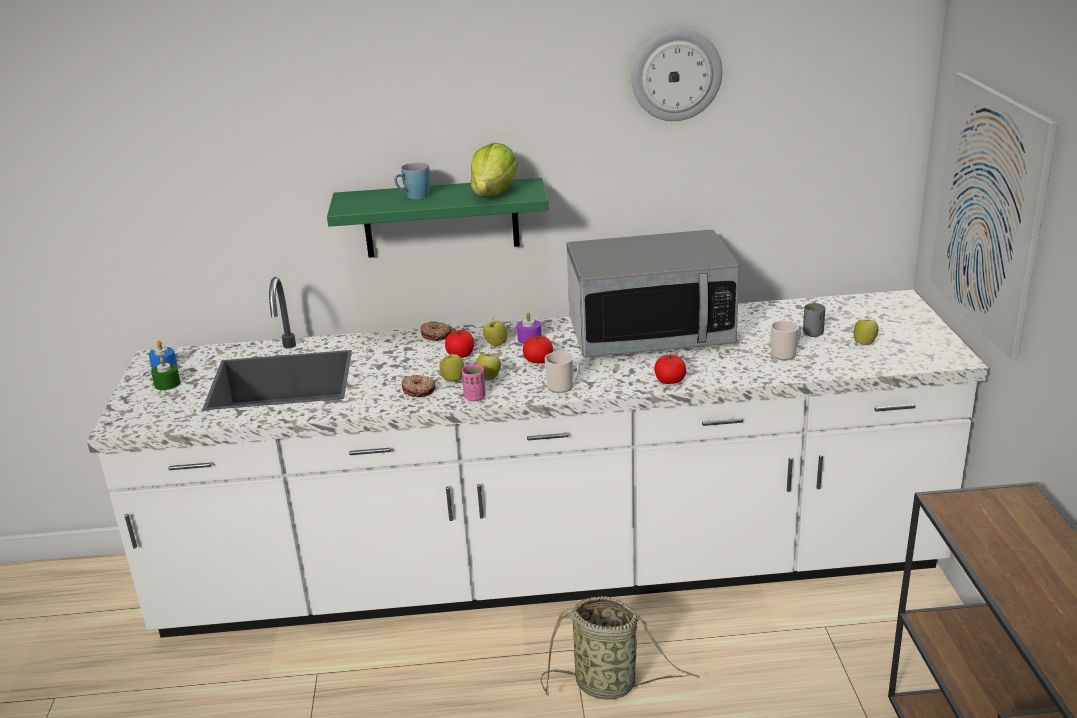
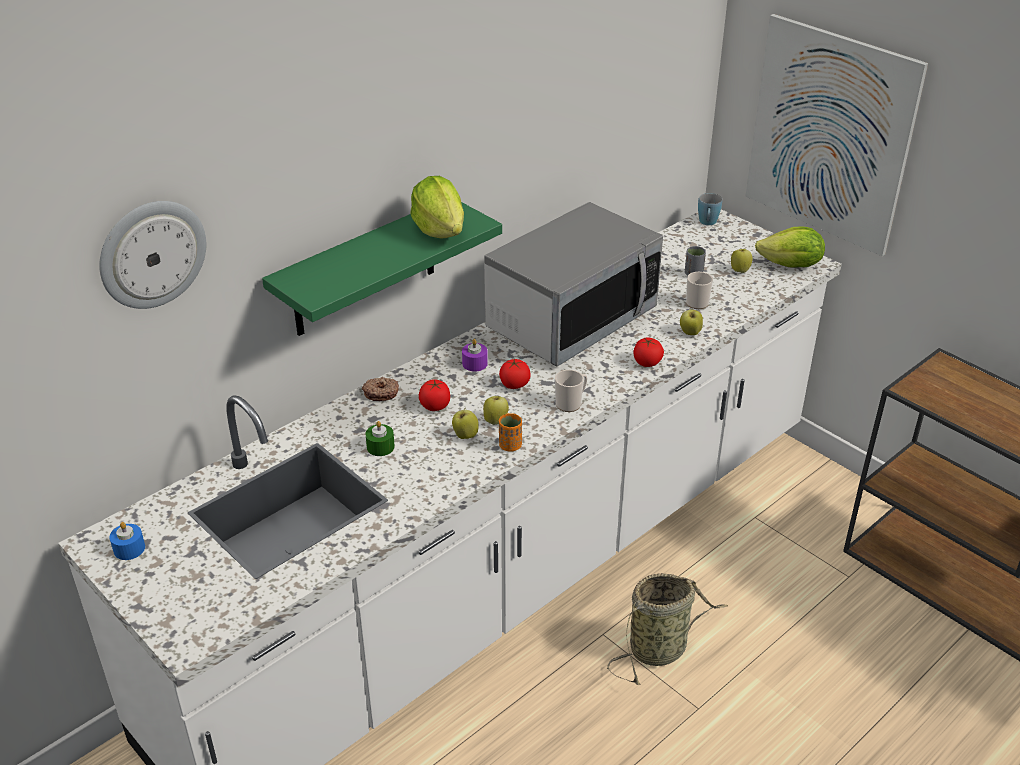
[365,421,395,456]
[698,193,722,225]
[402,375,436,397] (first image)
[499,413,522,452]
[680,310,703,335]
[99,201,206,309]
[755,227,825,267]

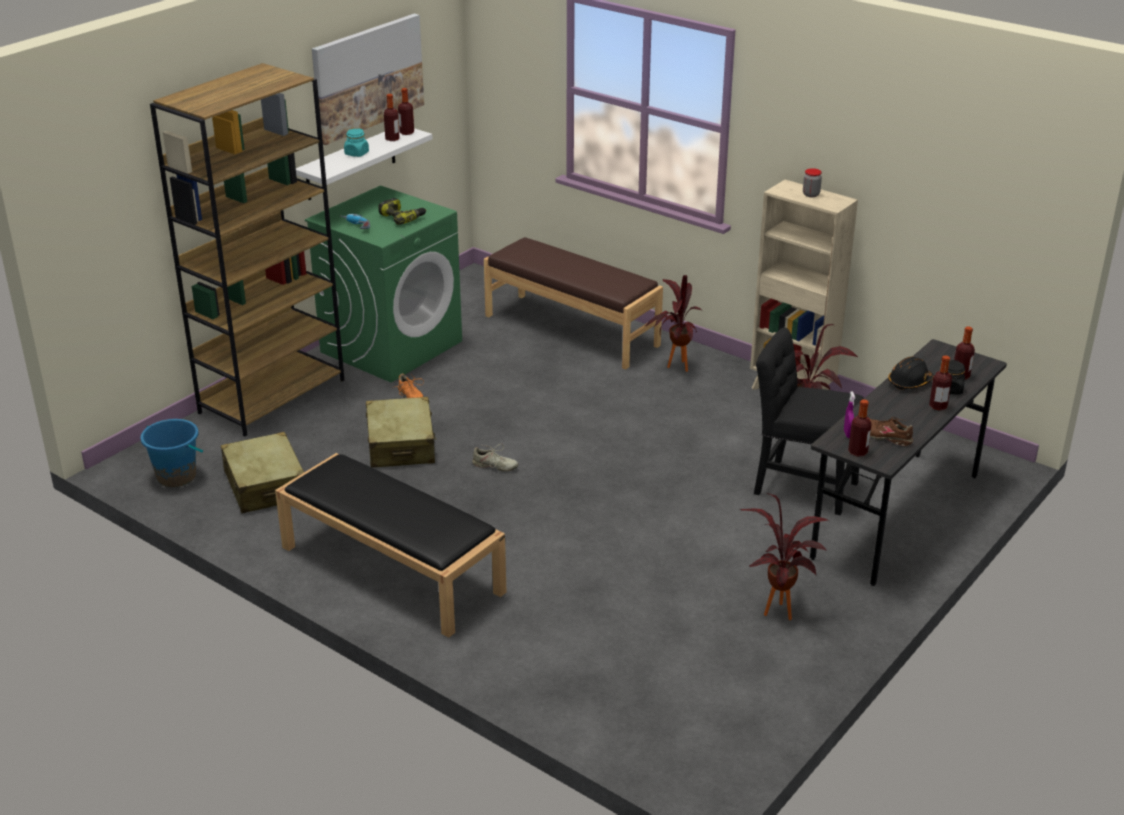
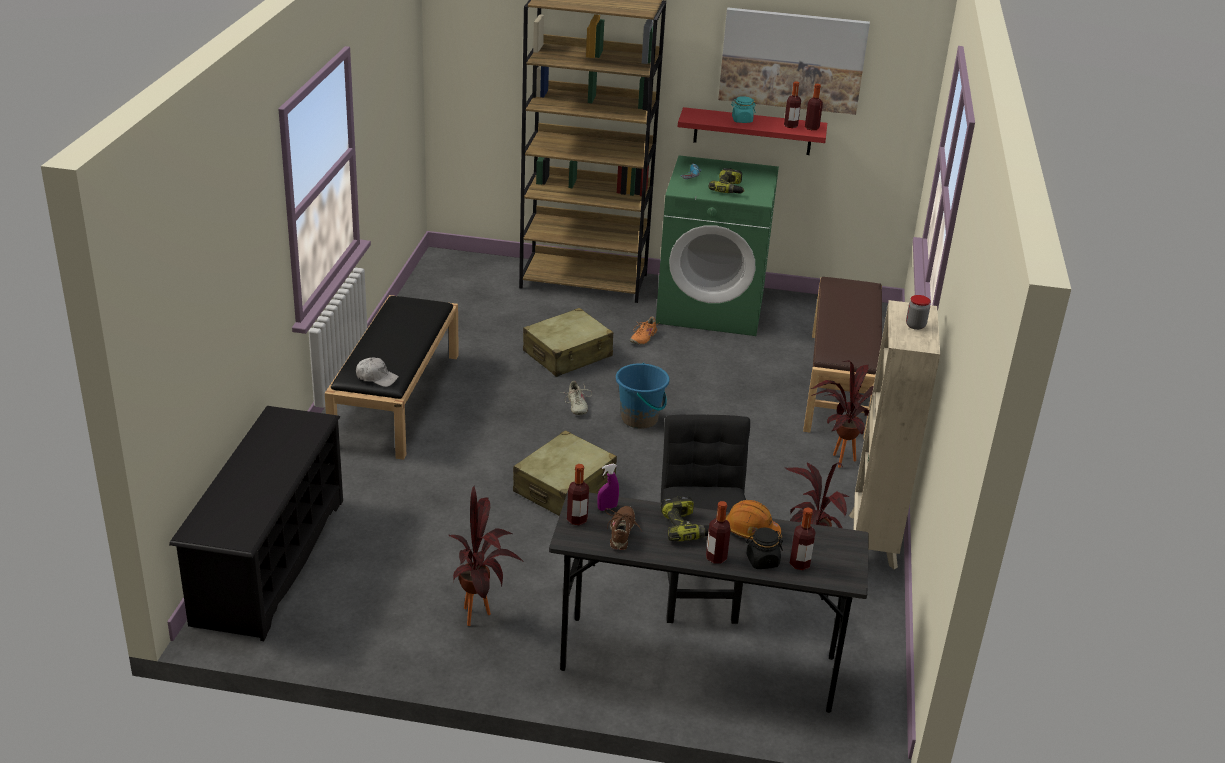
[616,363,670,429]
[513,430,617,516]
[678,107,827,155]
[726,500,781,540]
[169,406,343,641]
[356,357,399,387]
[661,496,709,541]

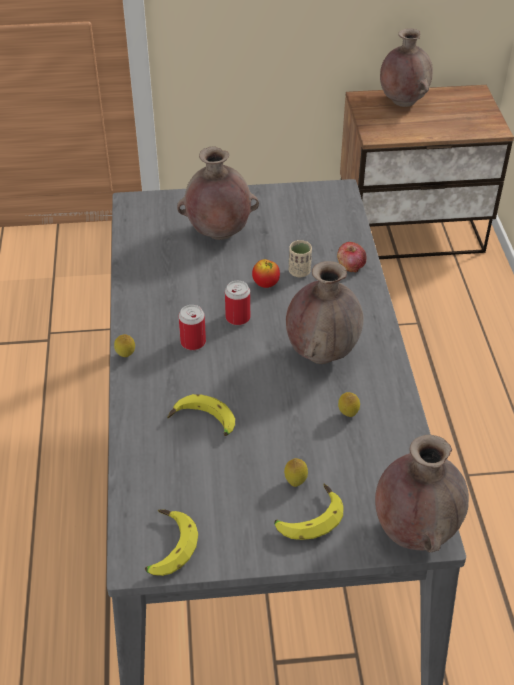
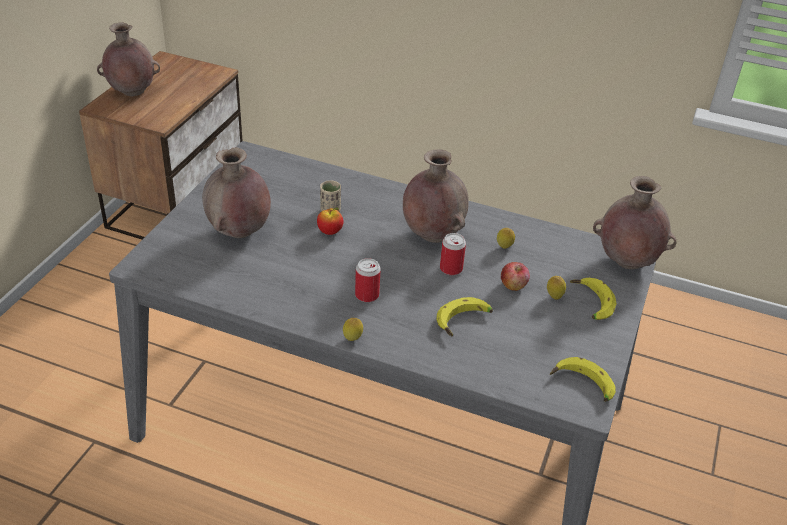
[440,233,466,275]
[501,262,530,291]

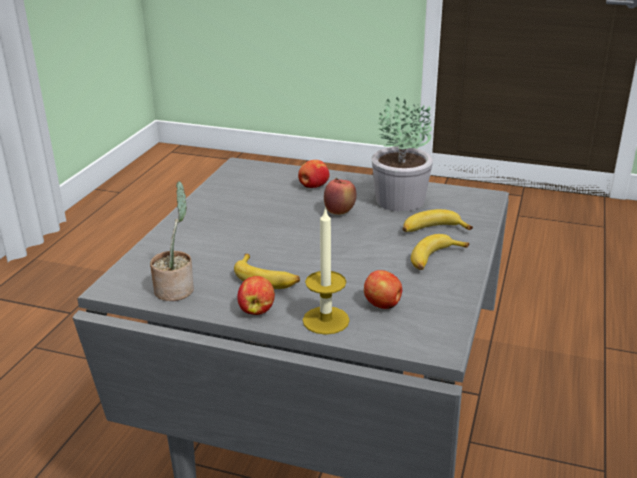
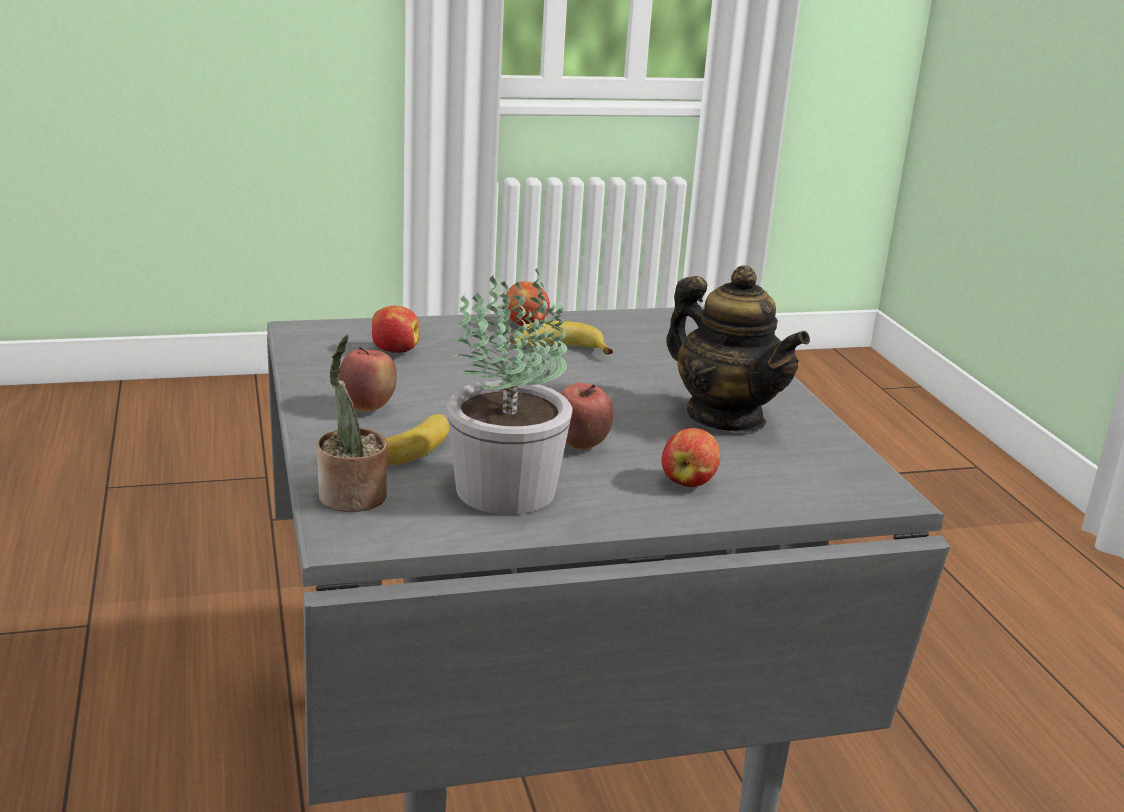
[317,334,387,512]
[303,207,350,335] (first image)
[338,346,397,411]
[666,265,810,432]

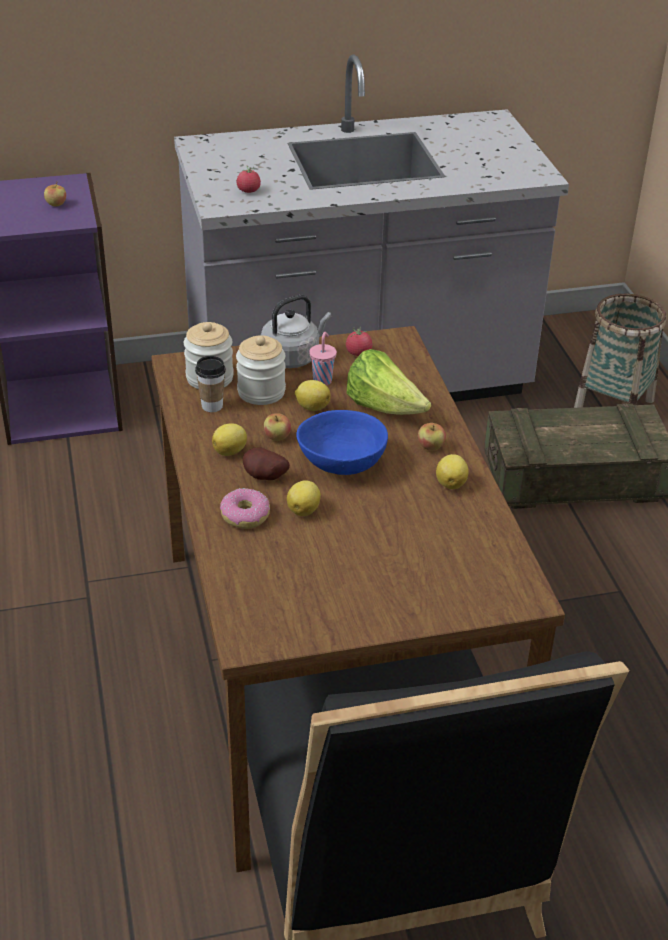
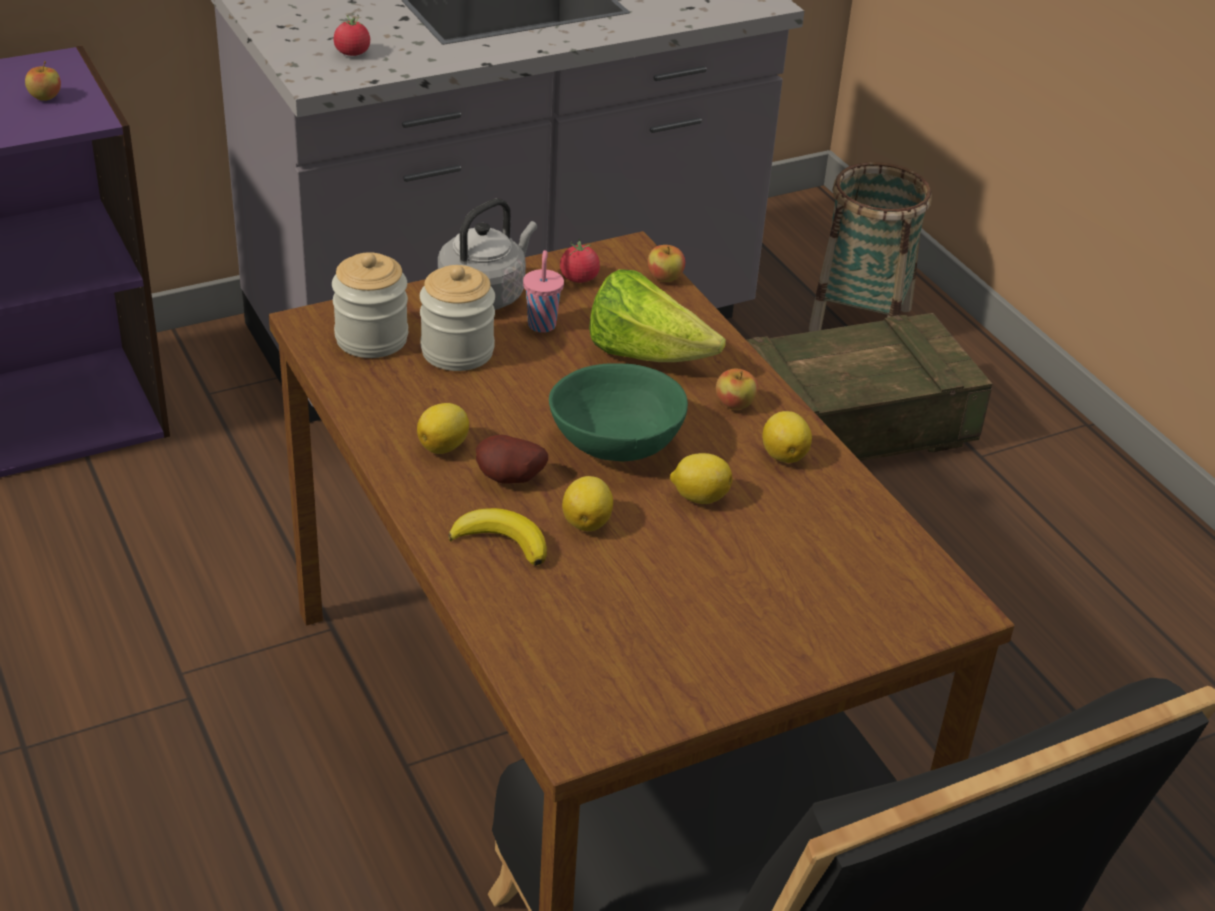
[195,356,226,412] (first image)
[448,508,547,566]
[648,245,685,282]
[670,453,732,504]
[549,363,688,461]

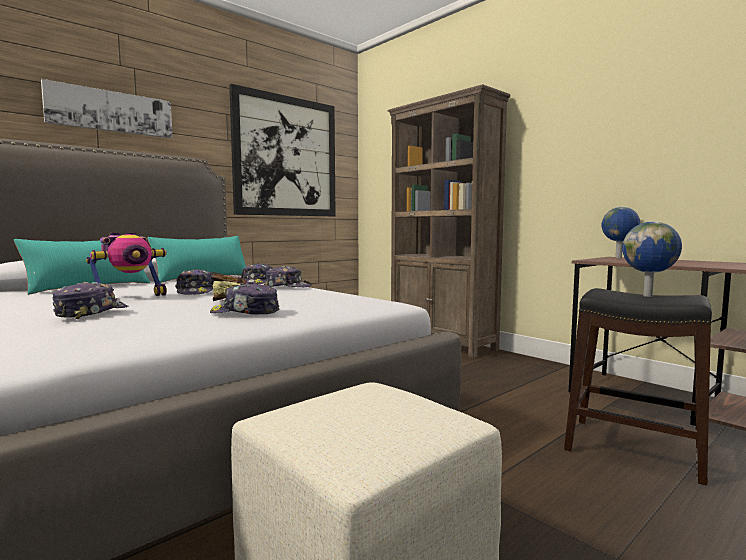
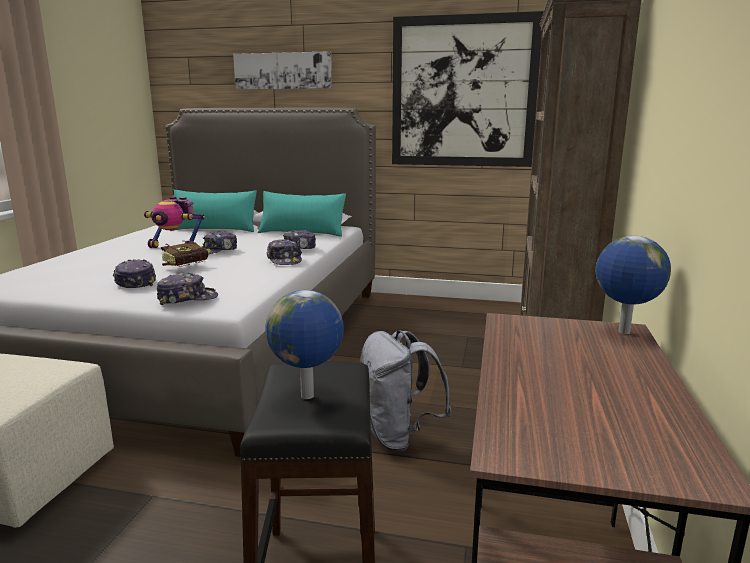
[157,273,218,305]
[360,330,452,451]

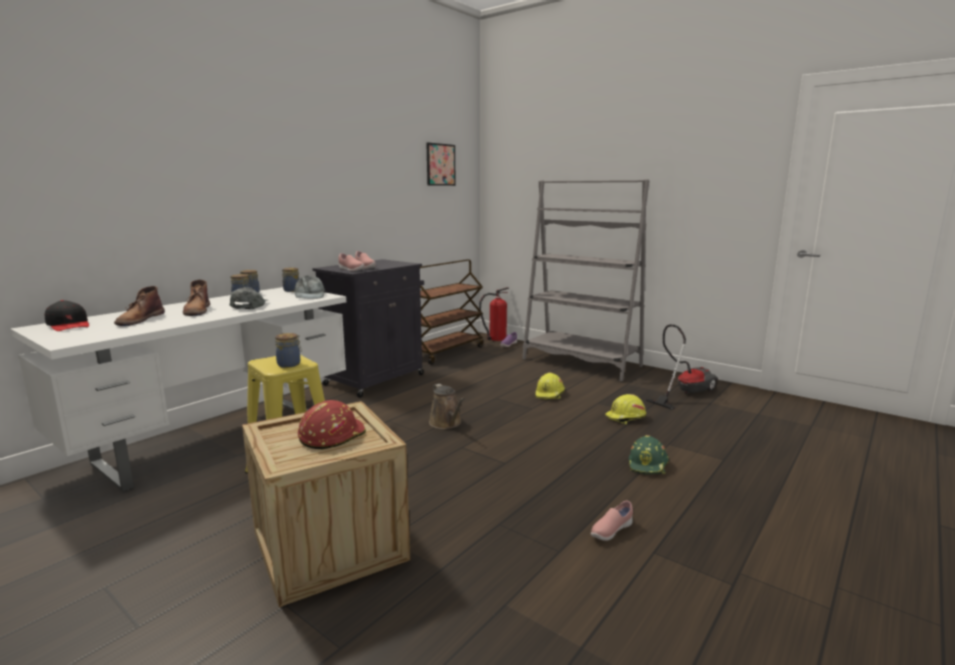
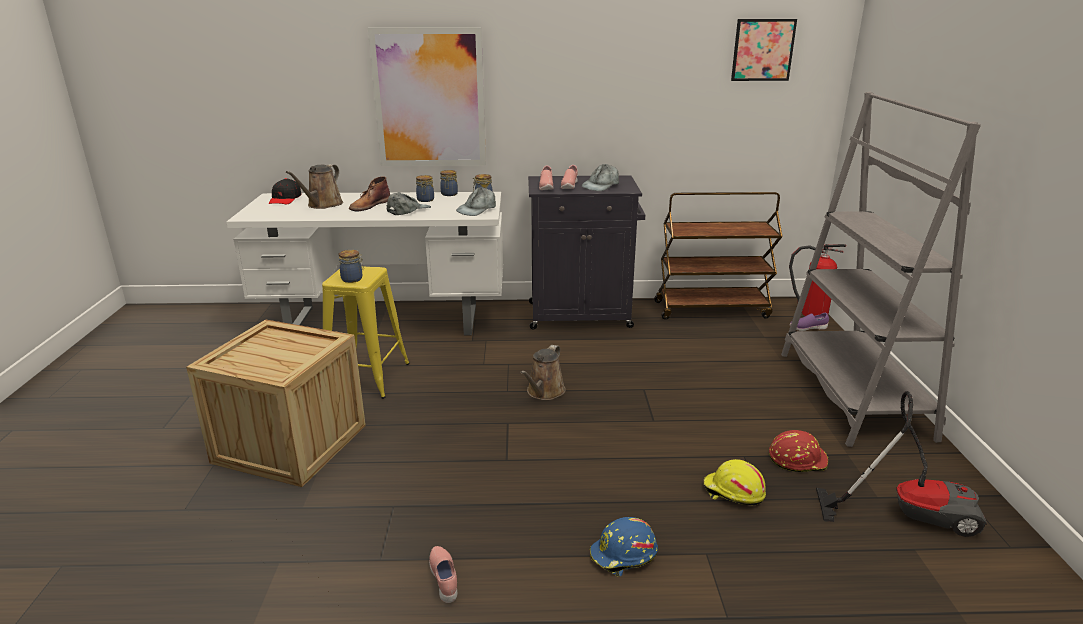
[286,164,343,209]
[769,430,828,472]
[535,373,565,399] (first image)
[429,546,457,603]
[590,517,658,577]
[368,27,486,166]
[581,164,619,191]

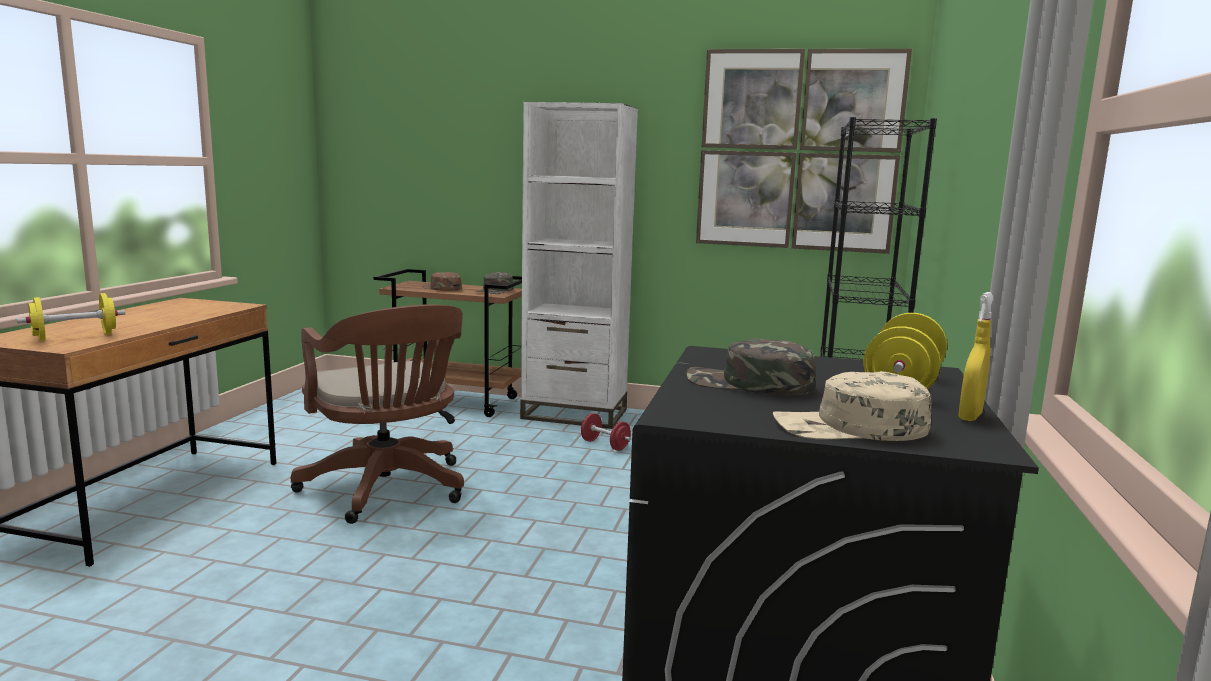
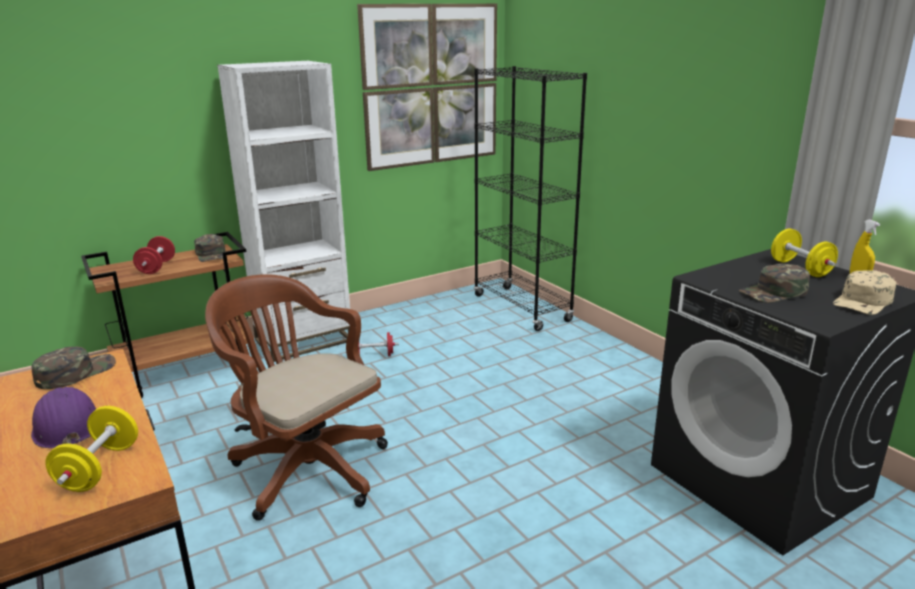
[205,274,388,521]
[133,236,175,274]
[31,347,116,389]
[31,387,96,448]

